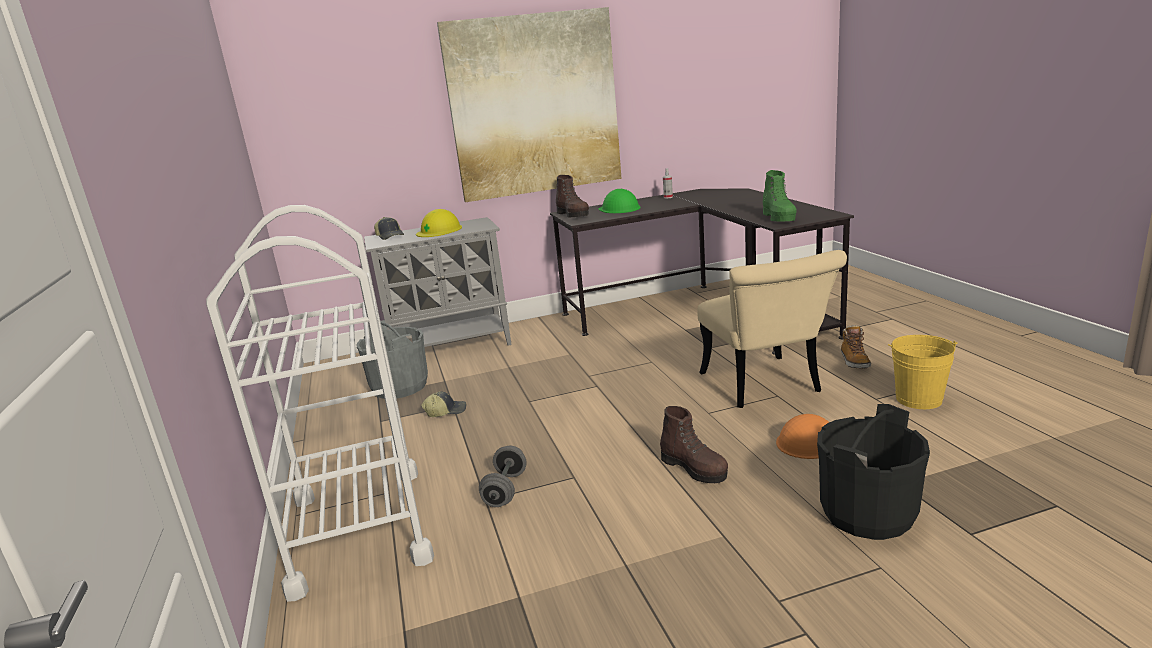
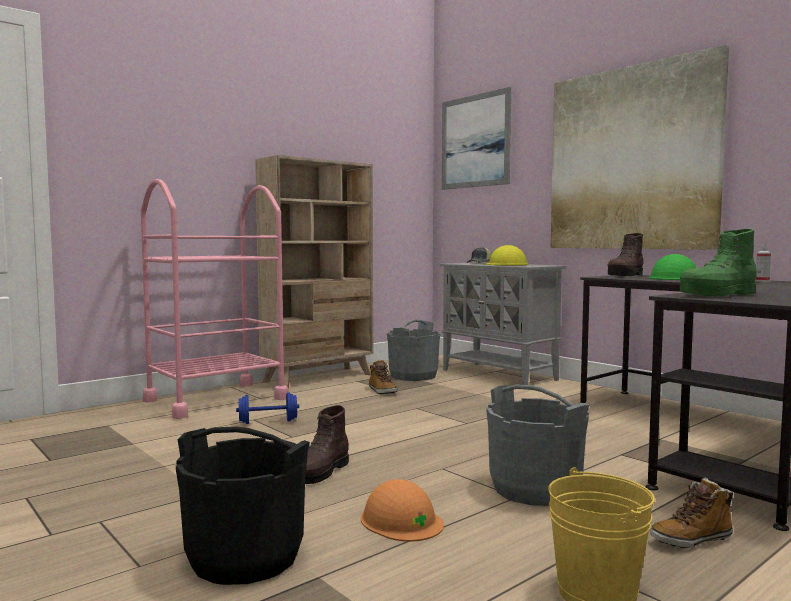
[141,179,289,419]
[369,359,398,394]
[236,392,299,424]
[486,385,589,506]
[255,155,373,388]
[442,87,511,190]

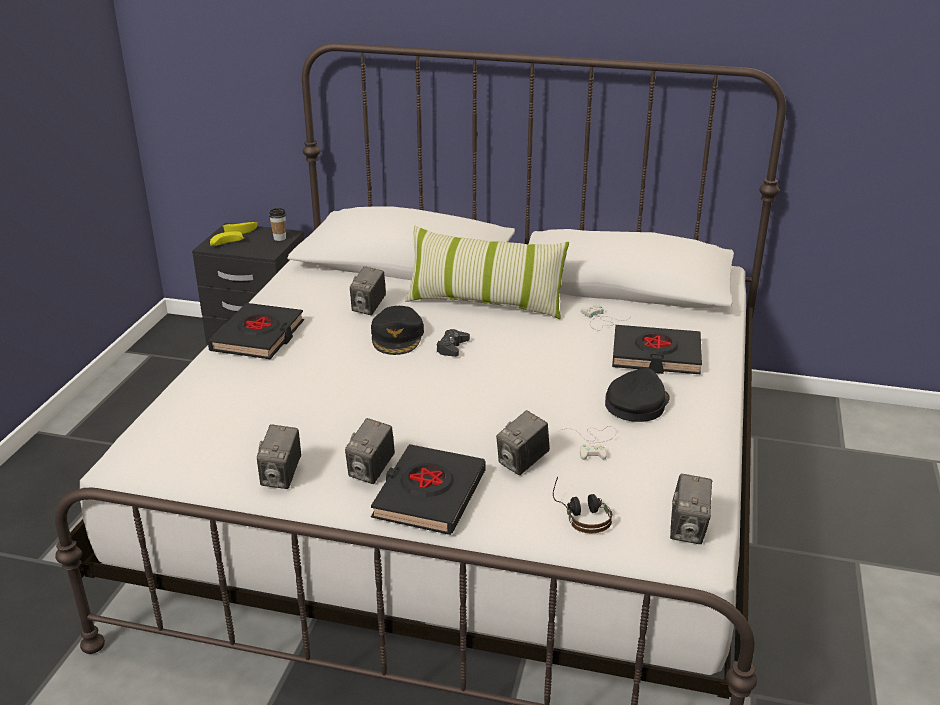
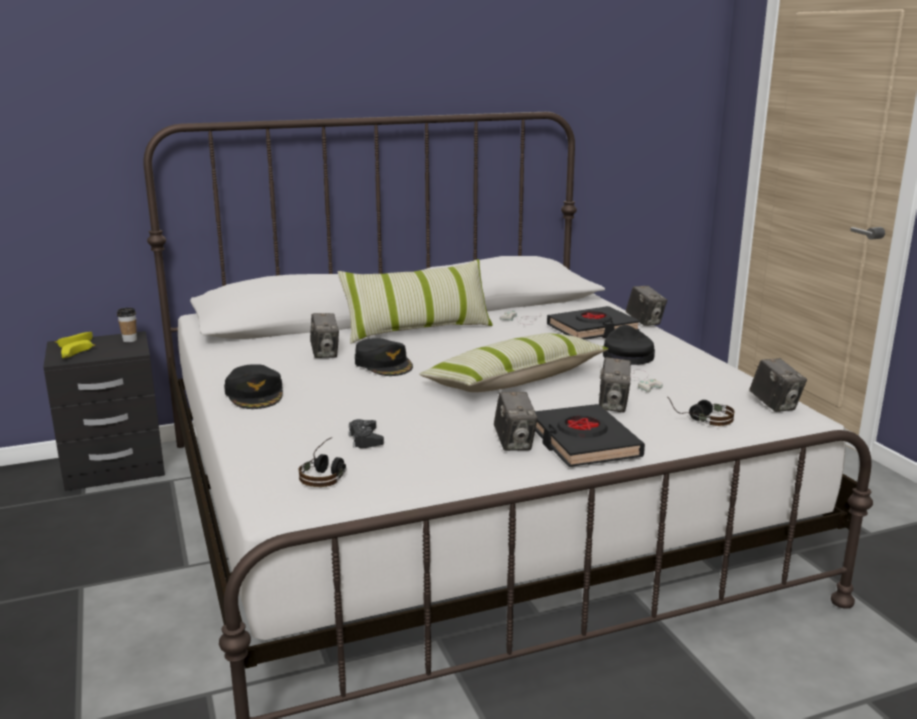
[224,364,283,409]
[626,286,667,326]
[348,419,384,448]
[298,437,346,487]
[419,333,608,392]

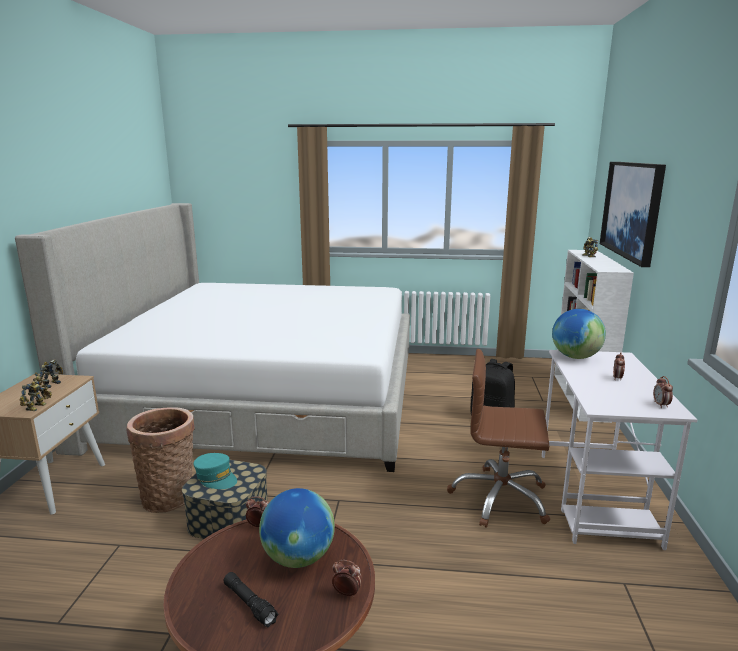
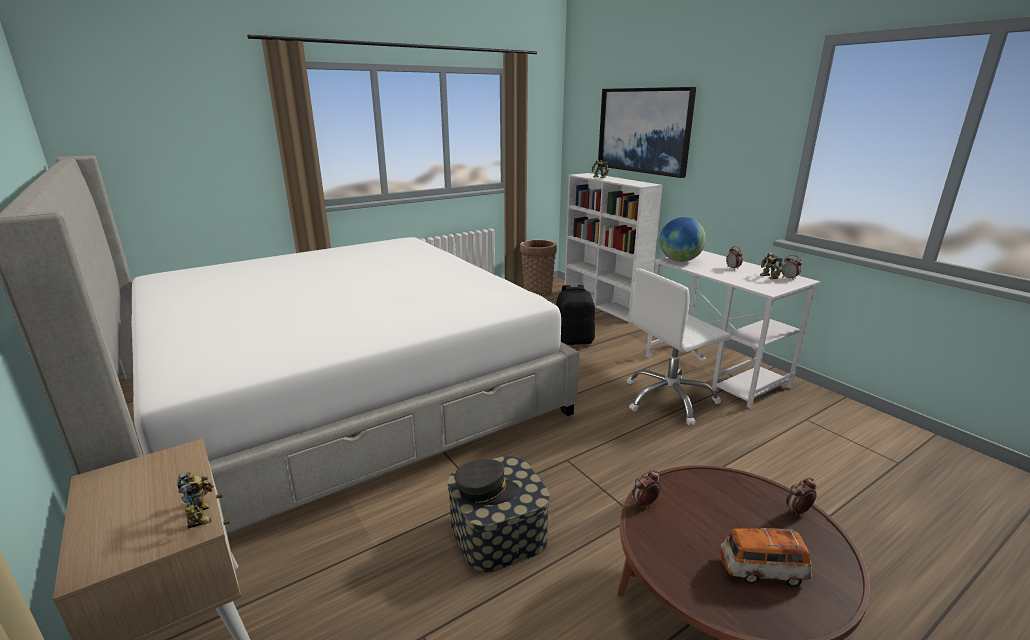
[760,252,783,279]
[520,239,557,297]
[454,459,520,505]
[720,528,812,587]
[259,488,335,568] (first image)
[627,268,730,425]

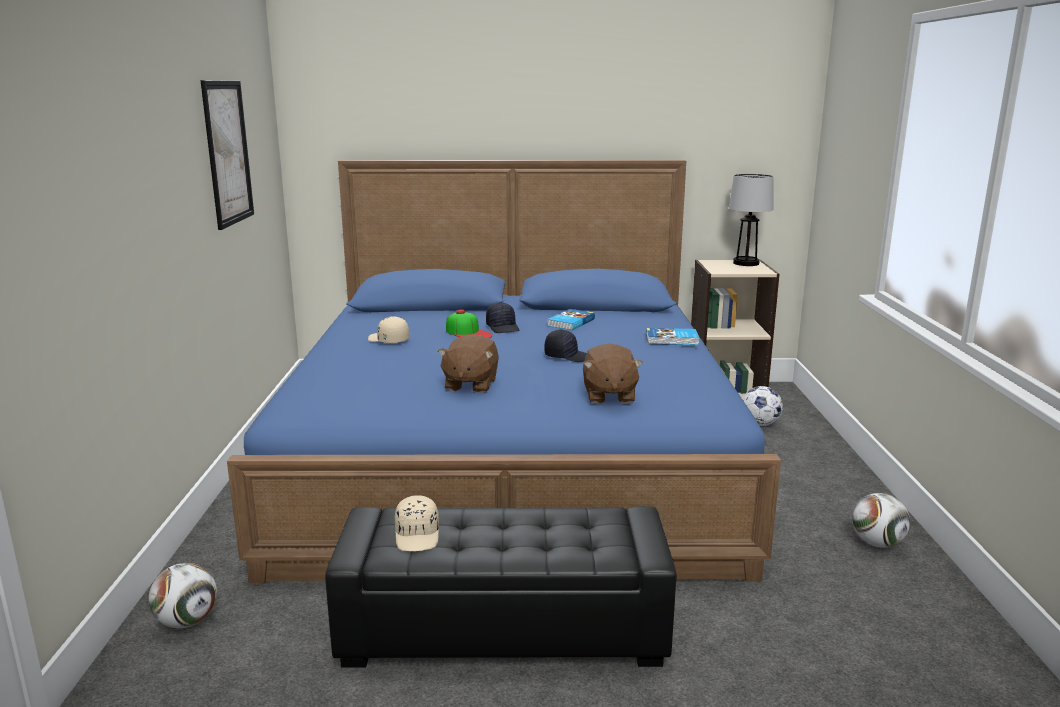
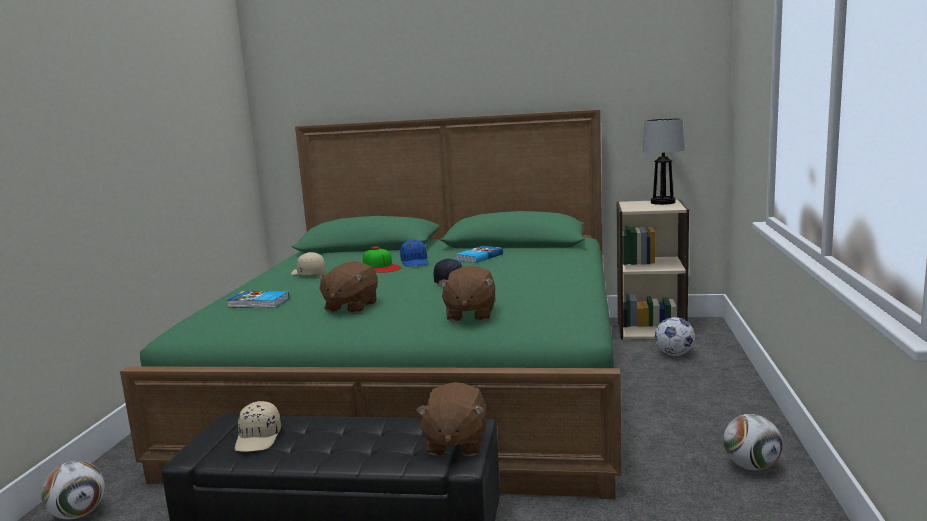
[201,80,254,230] (first image)
[120,109,622,499]
[400,240,429,267]
[227,291,289,308]
[416,382,486,456]

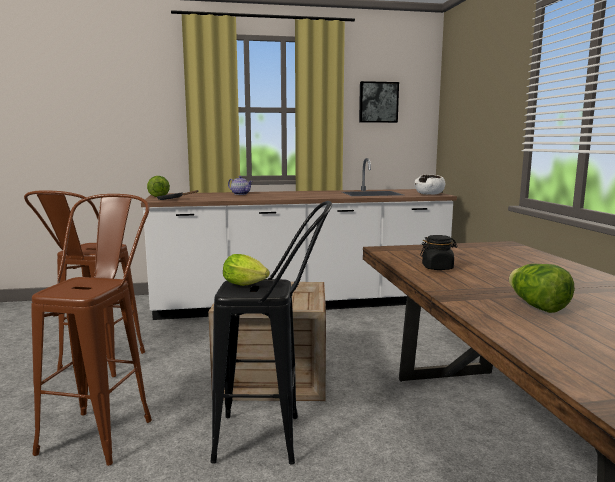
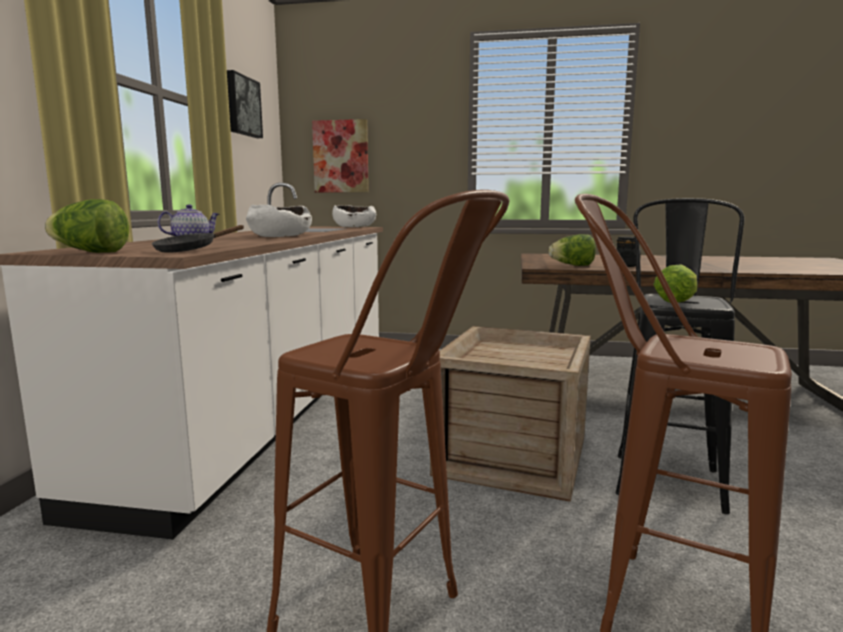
[549,234,596,266]
[246,205,312,237]
[312,119,369,193]

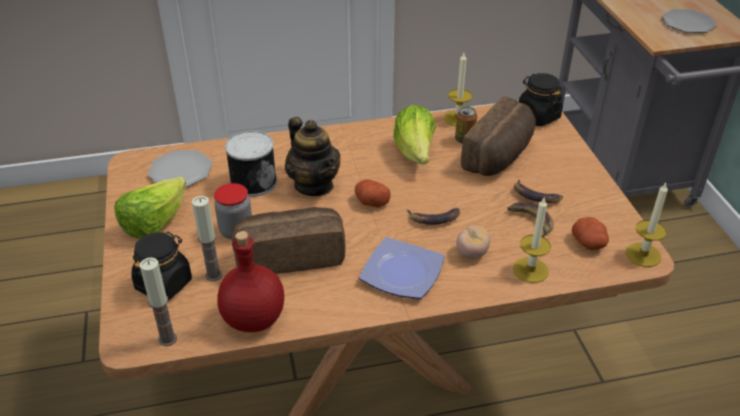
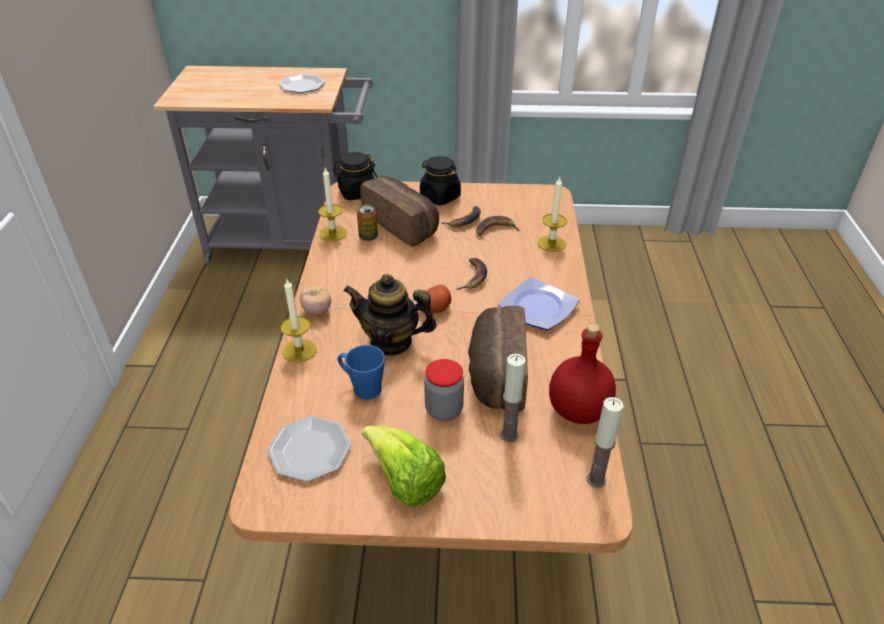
[420,156,461,205]
[338,345,385,400]
[344,274,437,356]
[393,105,436,164] (first image)
[300,284,331,315]
[572,217,609,250] (first image)
[280,279,317,363]

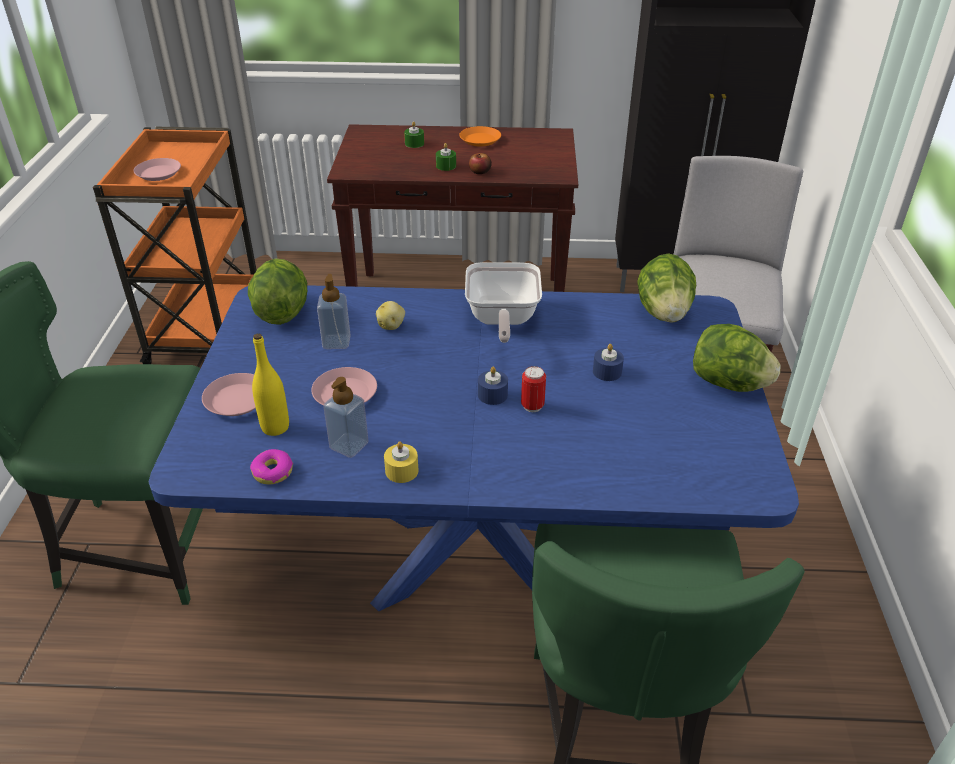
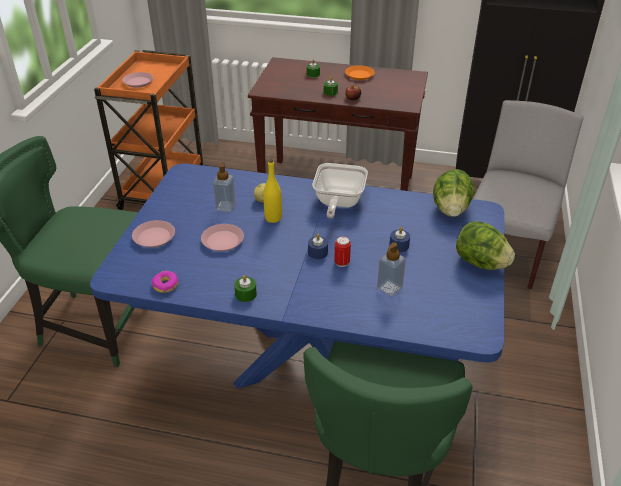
[248,259,307,325] (first image)
[263,159,282,223]
[377,242,406,296]
[234,275,257,302]

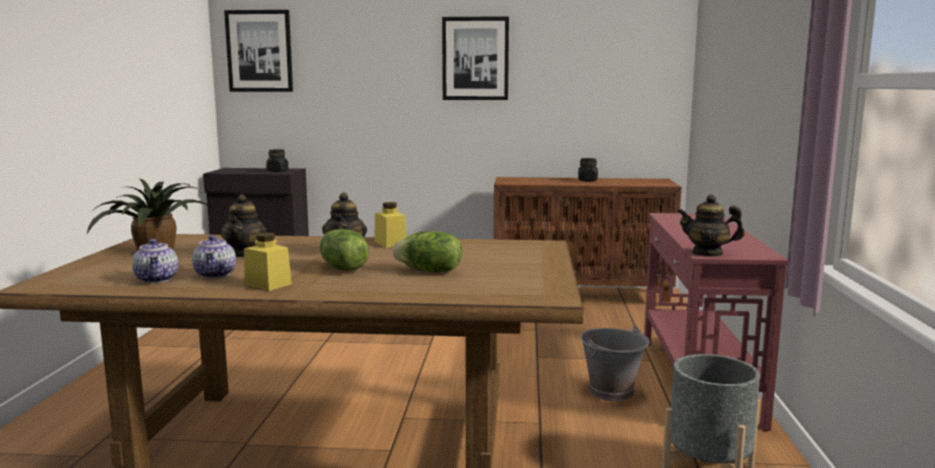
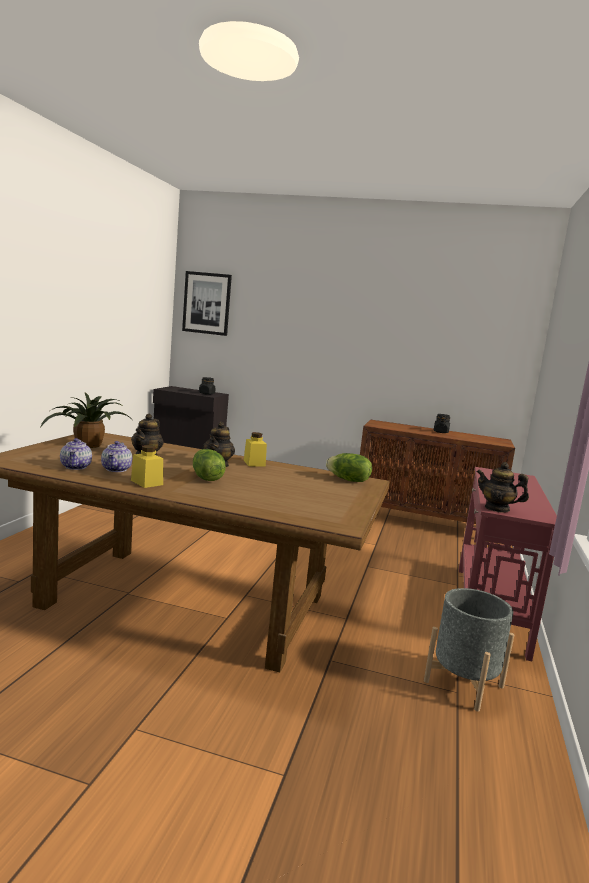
[326,453,372,482]
[442,16,509,100] (first image)
[581,326,650,401] (first image)

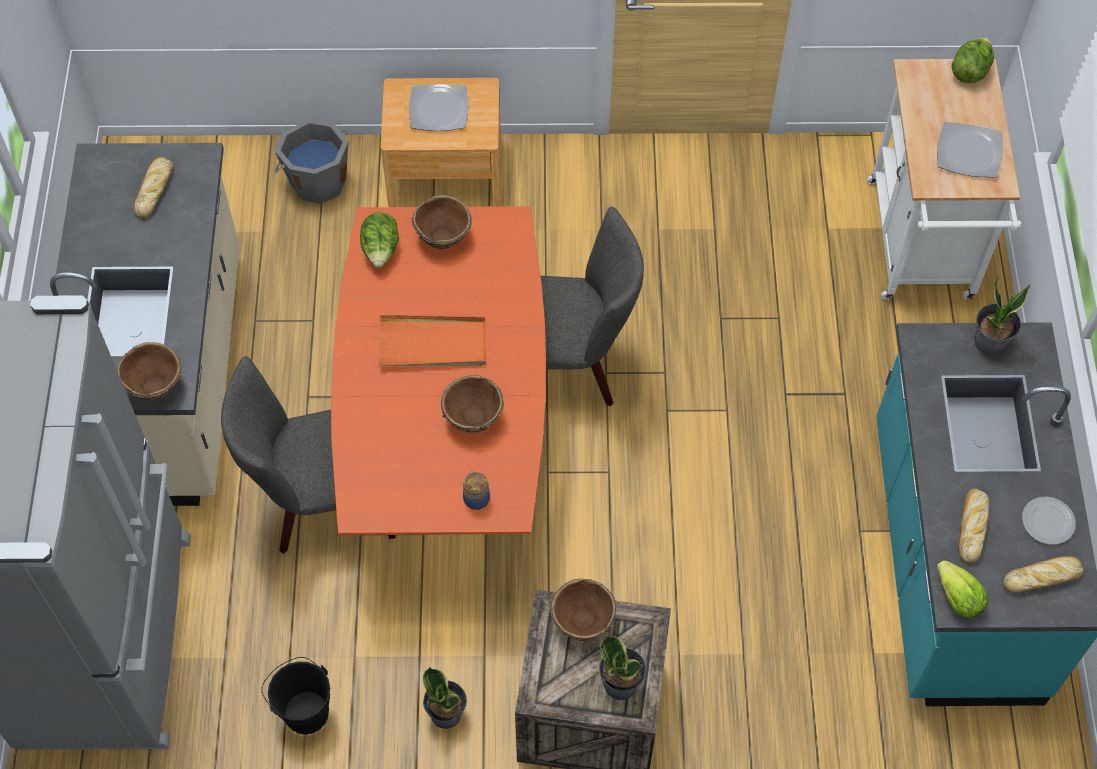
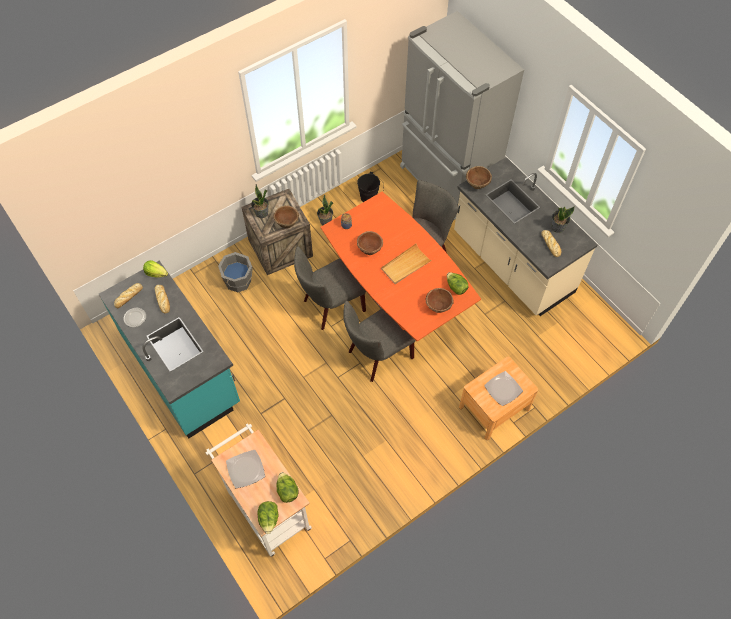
[218,252,253,292]
[381,244,432,284]
[551,206,574,233]
[276,472,298,503]
[294,246,366,330]

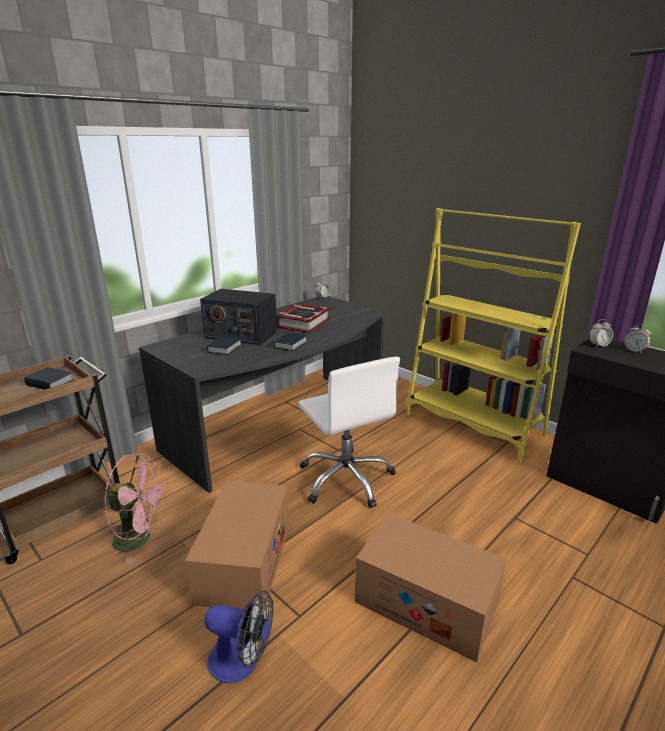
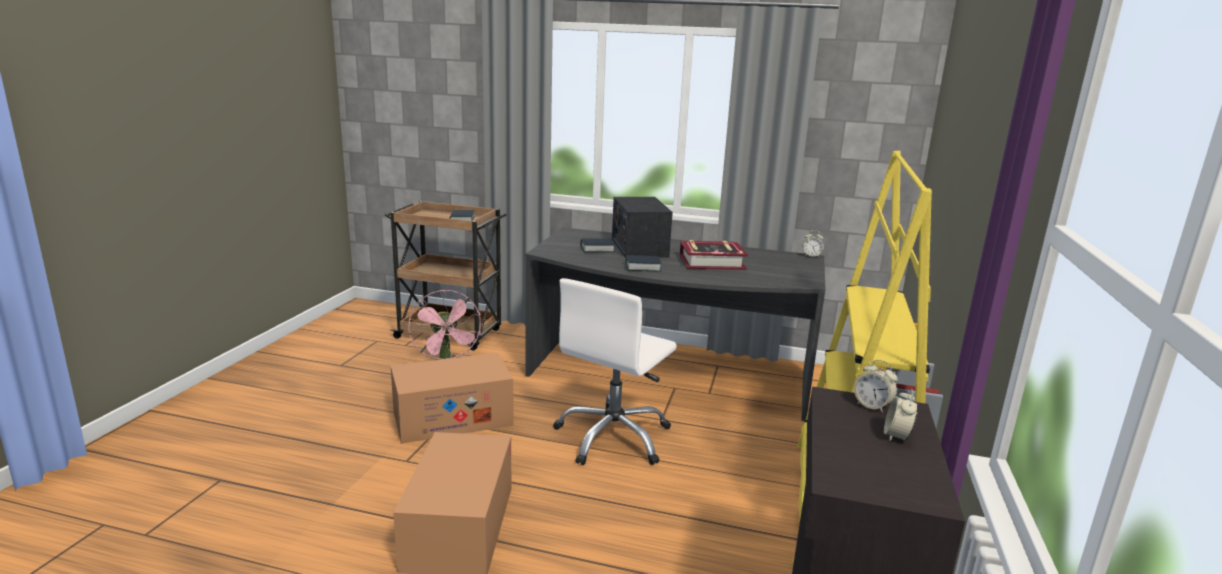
[204,590,273,683] (first image)

